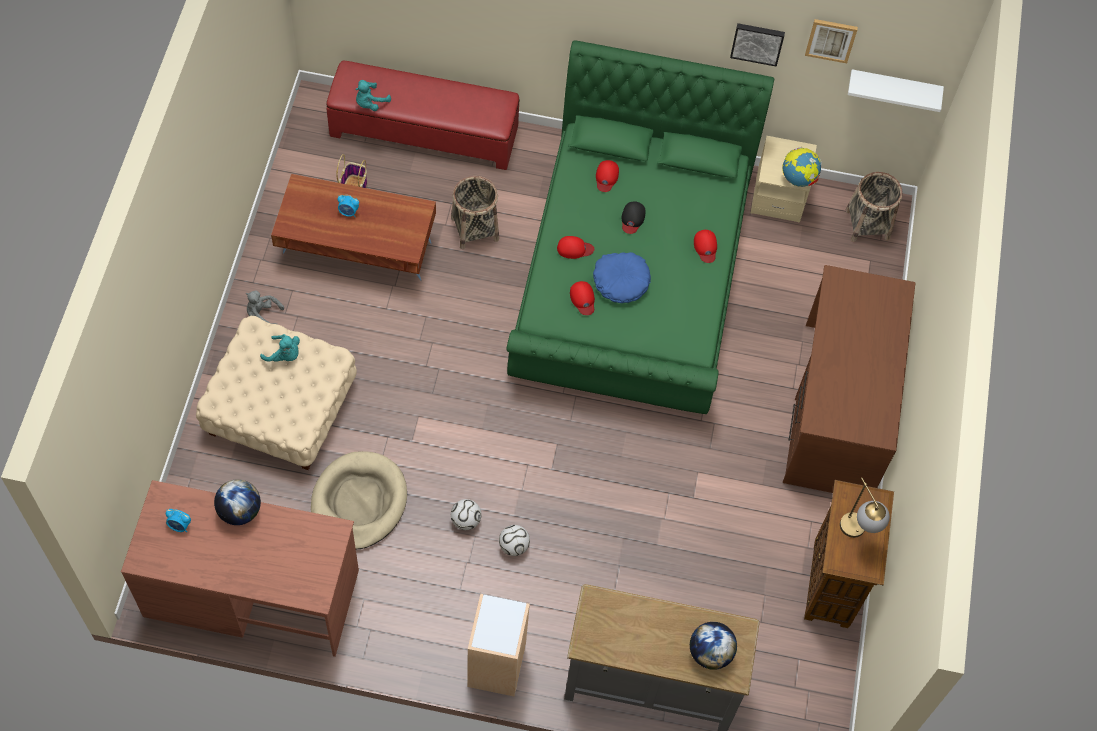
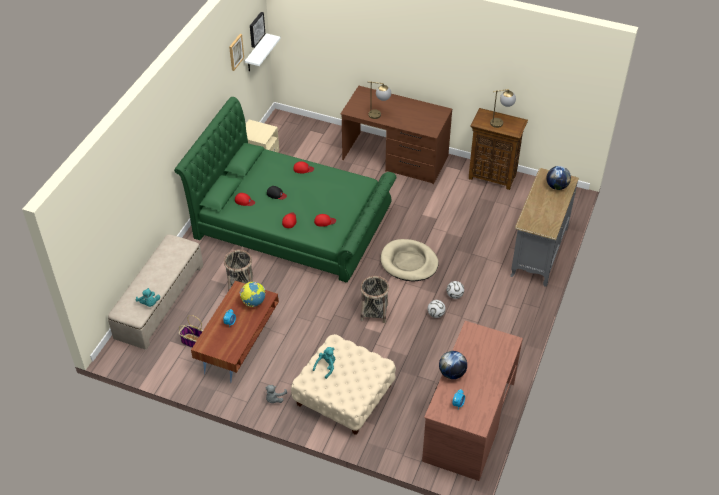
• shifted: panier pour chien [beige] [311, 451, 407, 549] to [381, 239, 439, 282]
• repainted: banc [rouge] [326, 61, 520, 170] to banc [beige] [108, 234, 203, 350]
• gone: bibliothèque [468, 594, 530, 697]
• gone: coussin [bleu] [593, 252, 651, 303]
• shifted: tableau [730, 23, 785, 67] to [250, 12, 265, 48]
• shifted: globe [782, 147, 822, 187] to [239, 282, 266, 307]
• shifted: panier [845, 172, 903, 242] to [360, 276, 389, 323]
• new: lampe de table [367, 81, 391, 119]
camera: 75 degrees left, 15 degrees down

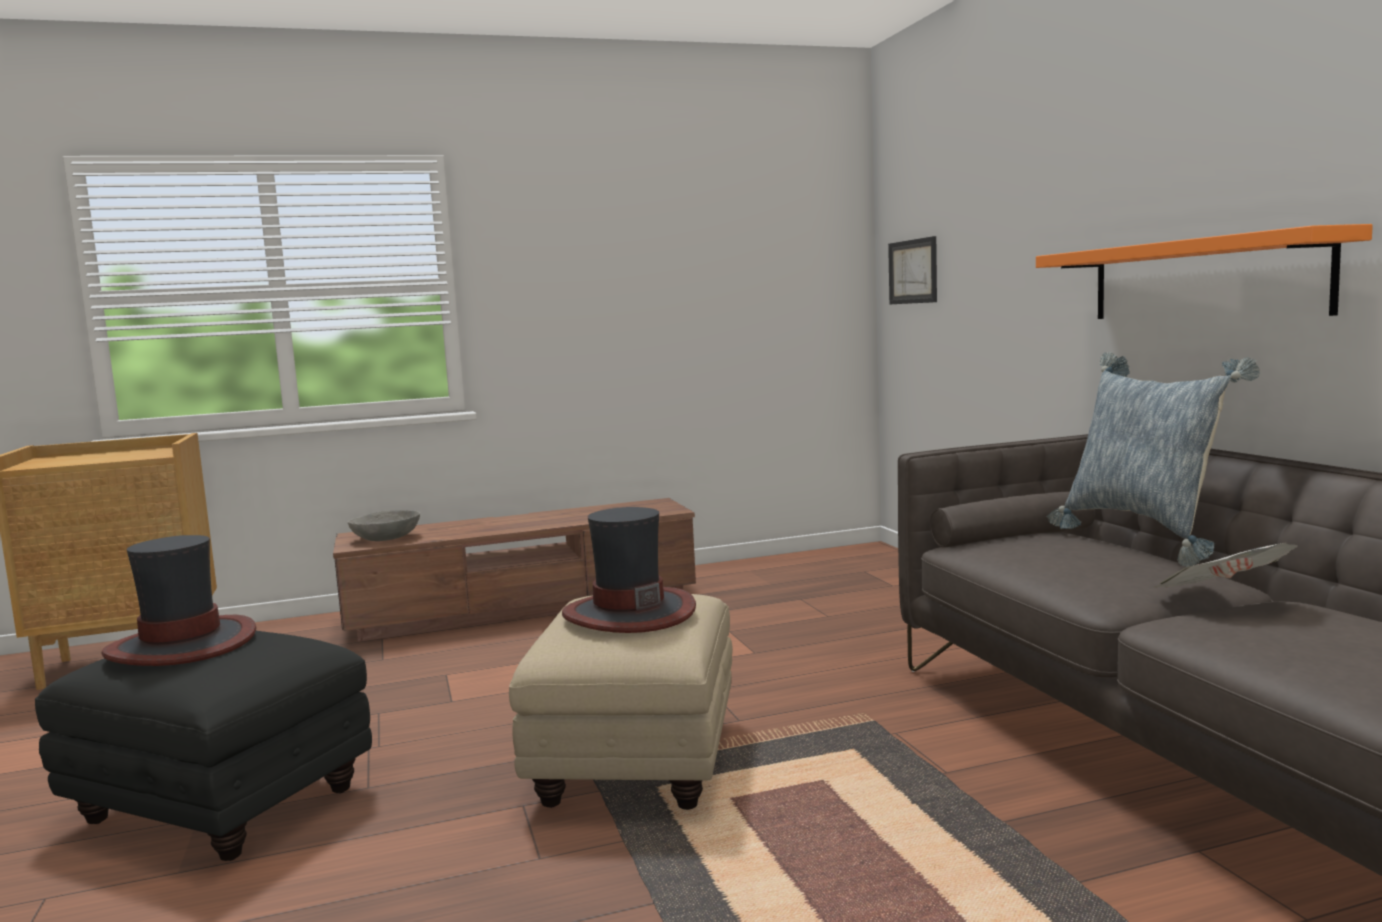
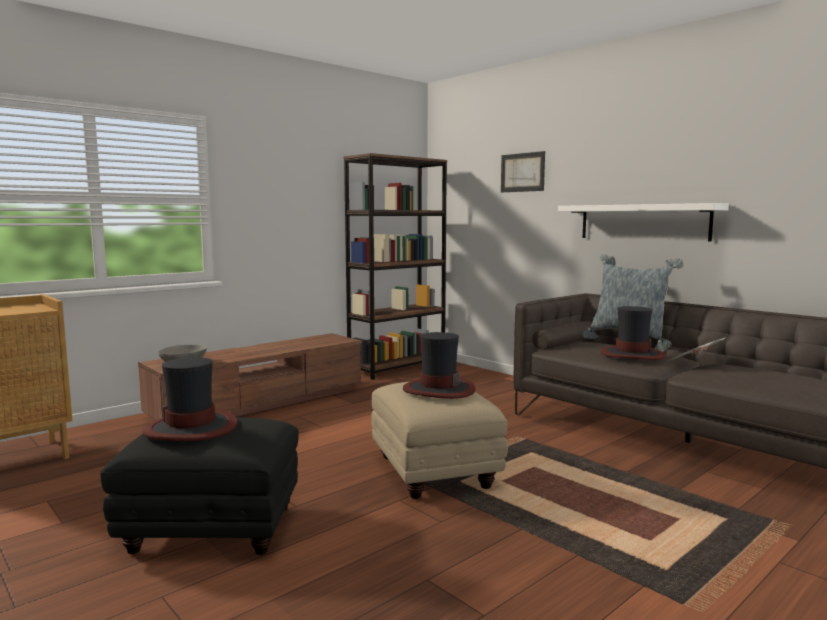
• shifted: tableau [888, 236, 937, 304] to [501, 151, 545, 192]
• repainted: étagère [orange] [1036, 224, 1373, 319] to étagère [blanc] [558, 203, 729, 242]
• new: bibliothèque [marron] [344, 153, 447, 380]
• new: chapeau [600, 306, 666, 360]
camera: 25 degrees left, 0 degrees up

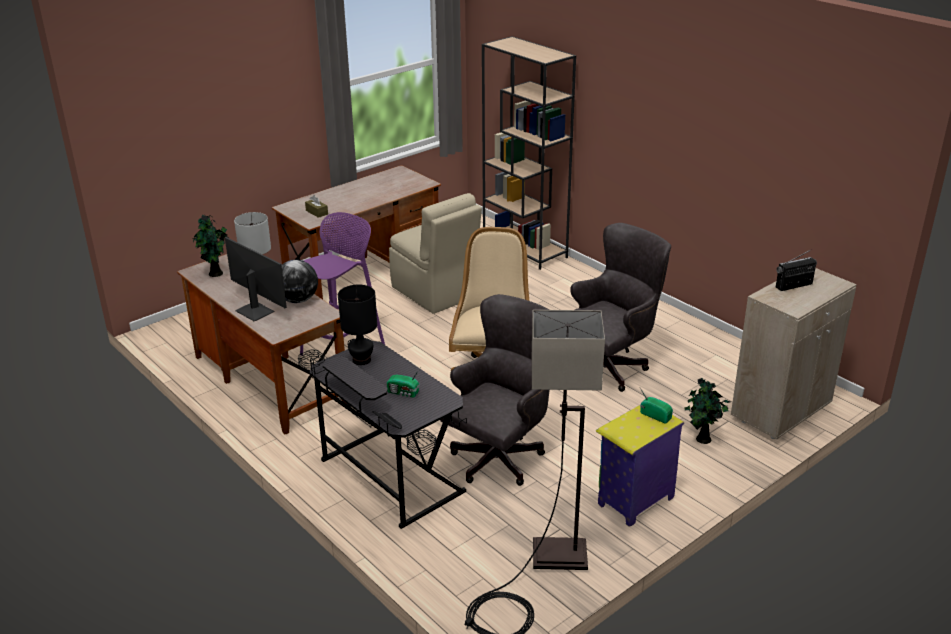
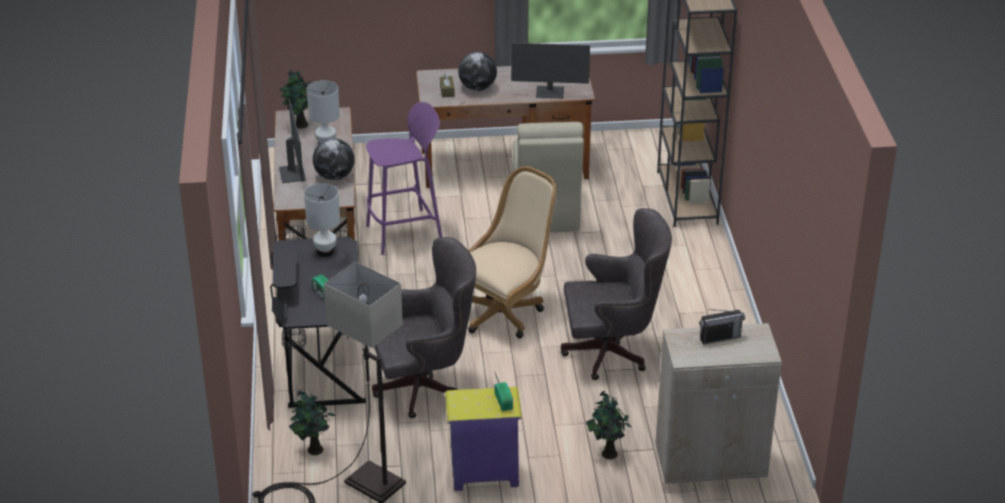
• repainted: lampe de table [noir] [338, 285, 377, 365] to lampe de table [blanc] [304, 183, 340, 257]
• rotated: radio [776, 249, 817, 291] = [699, 309, 745, 345] 150 degrees clockwise
• new: plante en pot [289, 390, 335, 455]
• new: globe [458, 52, 497, 91]
• new: écran d'ordinateur [511, 43, 590, 99]
camera: 35 degrees right, 5 degrees up

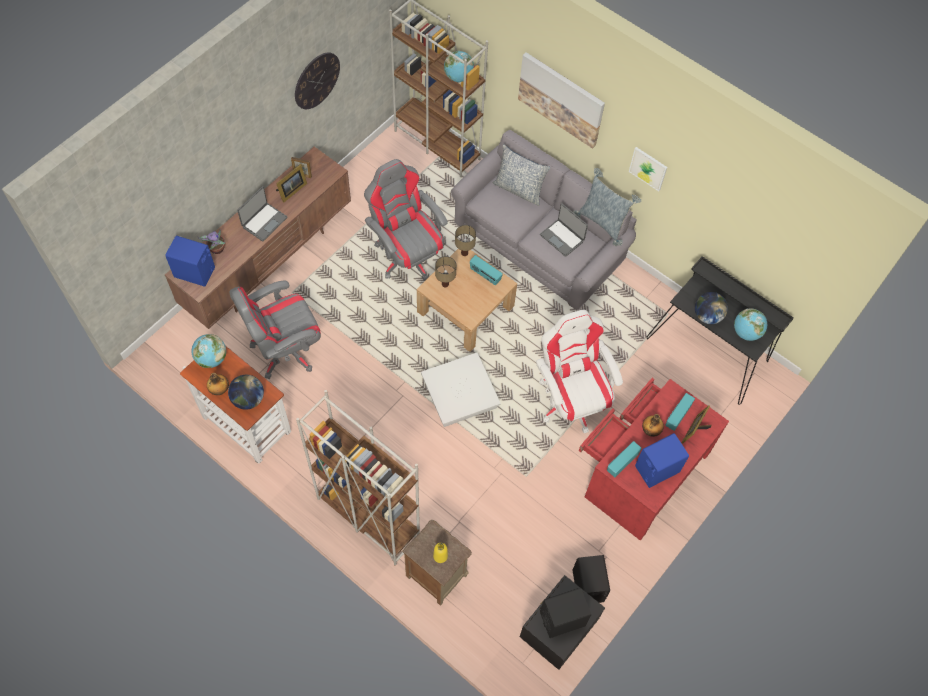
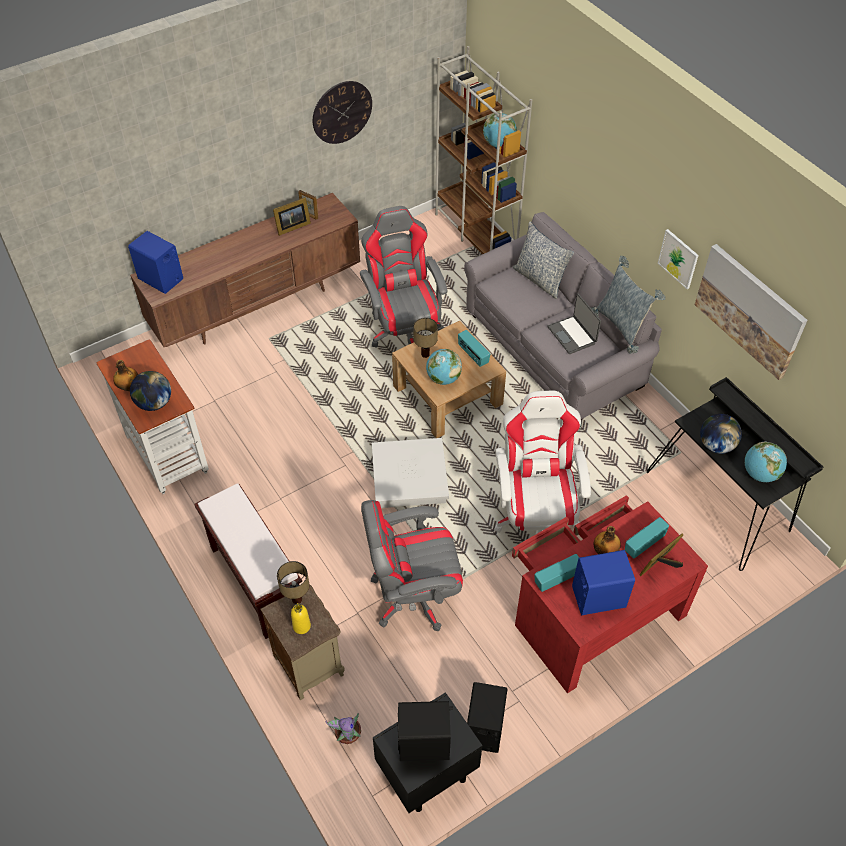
• shifted: globe [191, 334, 226, 368] to [426, 349, 462, 385]
• shifted: plante en pot [197, 230, 226, 254] to [326, 713, 361, 744]
• shifted: chaise de bureau [gris] [230, 281, 321, 379] to [361, 500, 463, 631]
• gone: ordinateur portable [237, 186, 287, 241]
• swapped: bibliothèque [marron] [296, 390, 420, 566] to banc [marron] [194, 484, 302, 639]
• shifted: lampe de table [455, 225, 476, 256] to [277, 561, 309, 604]
• shifted: tableau [518, 52, 605, 149] to [694, 244, 808, 380]
camera: 20 degrees right, 10 degrees down

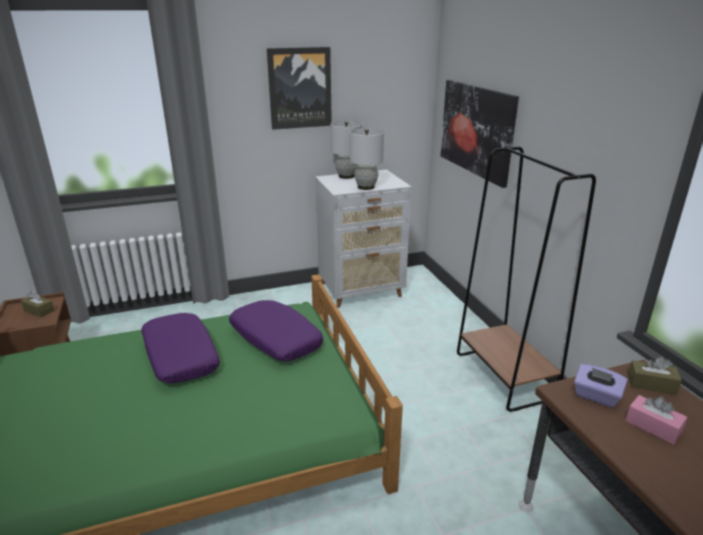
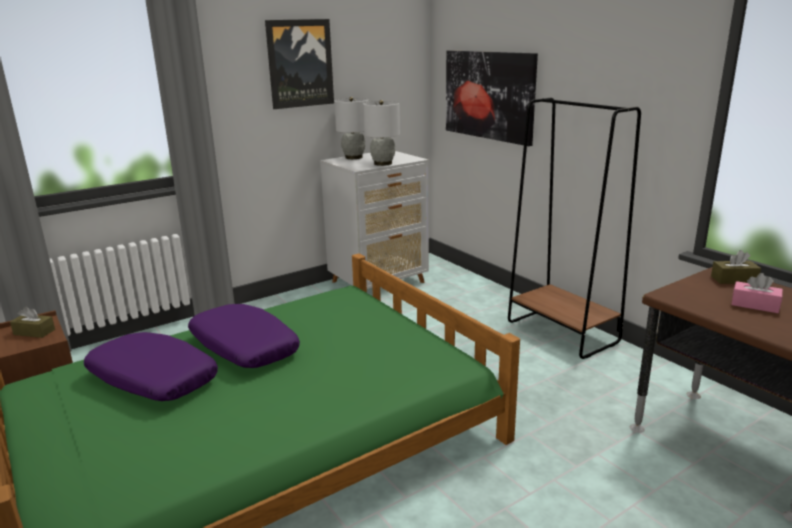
• shifted: coussin [violet] [229, 300, 323, 361] to [84, 332, 218, 401]
• gone: boîte à mouchoirs [violet] [574, 364, 628, 408]
camera: 15 degrees left, 5 degrees down

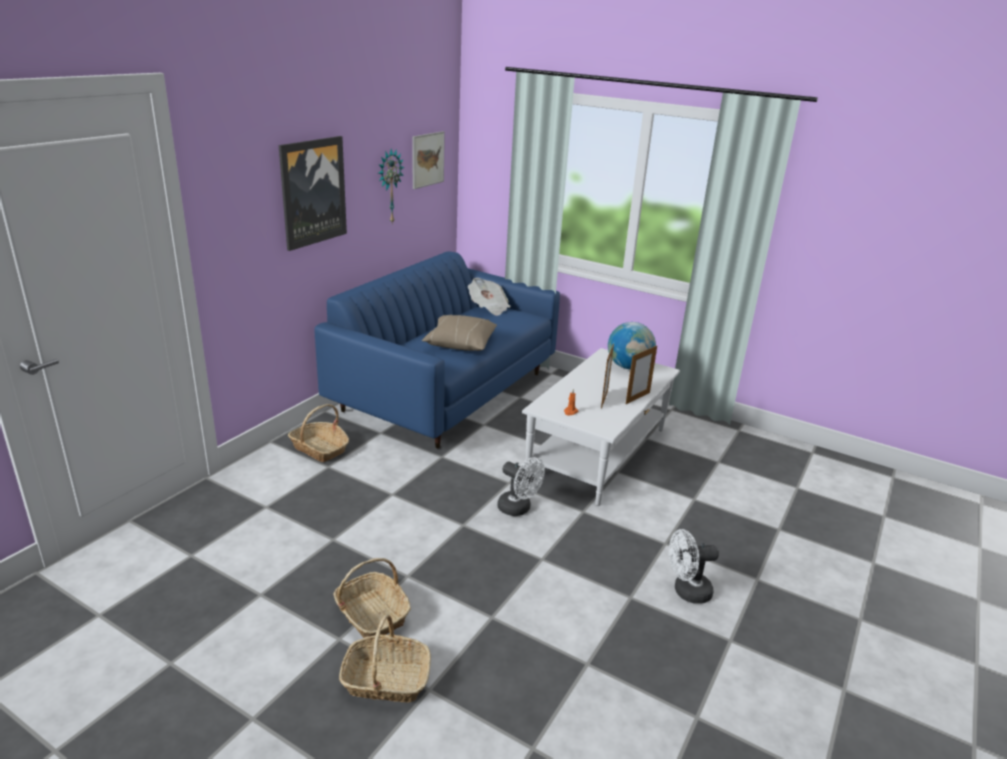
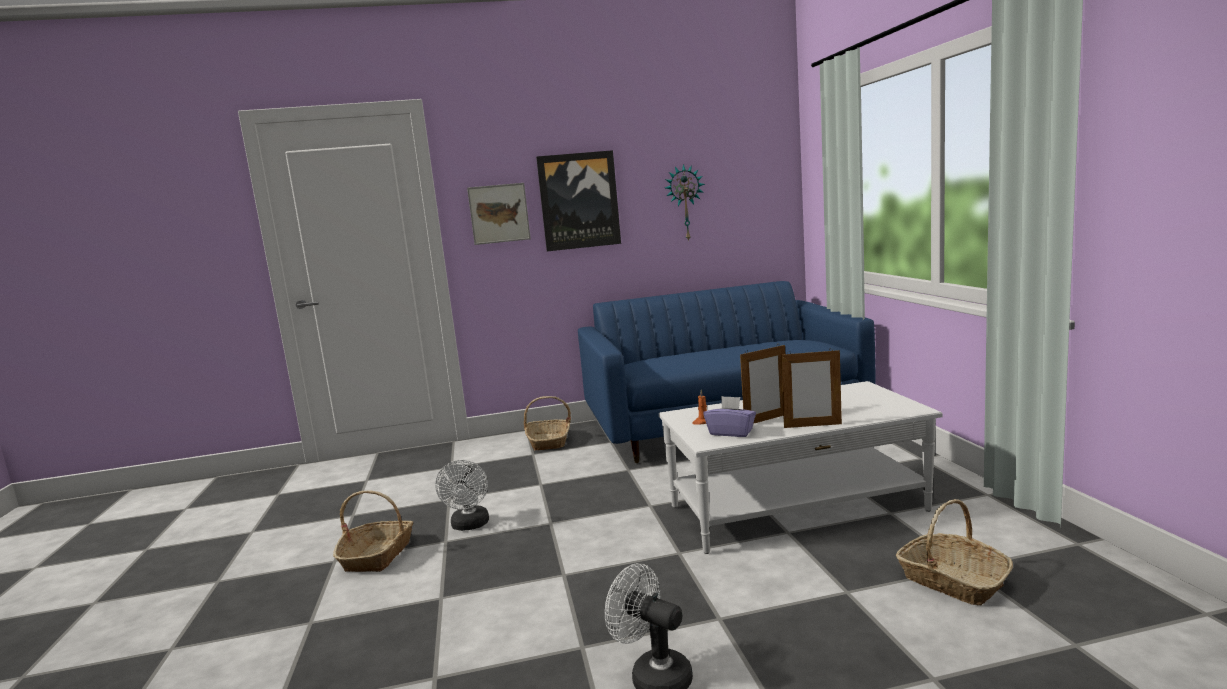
• shifted: panier [339, 615, 431, 703] to [896, 499, 1013, 605]
• shifted: tableau [412, 131, 445, 189] to [467, 183, 531, 245]
• gone: coussin [beige] [422, 315, 497, 351]
• gone: journal [468, 278, 511, 316]
• shifted: ventilateur [blanc] [497, 457, 545, 516] to [435, 460, 489, 531]
• gone: globe [608, 322, 656, 369]
• new: boîte à mouchoirs [violet] [703, 396, 756, 437]
camera: 50 degrees right, 15 degrees down

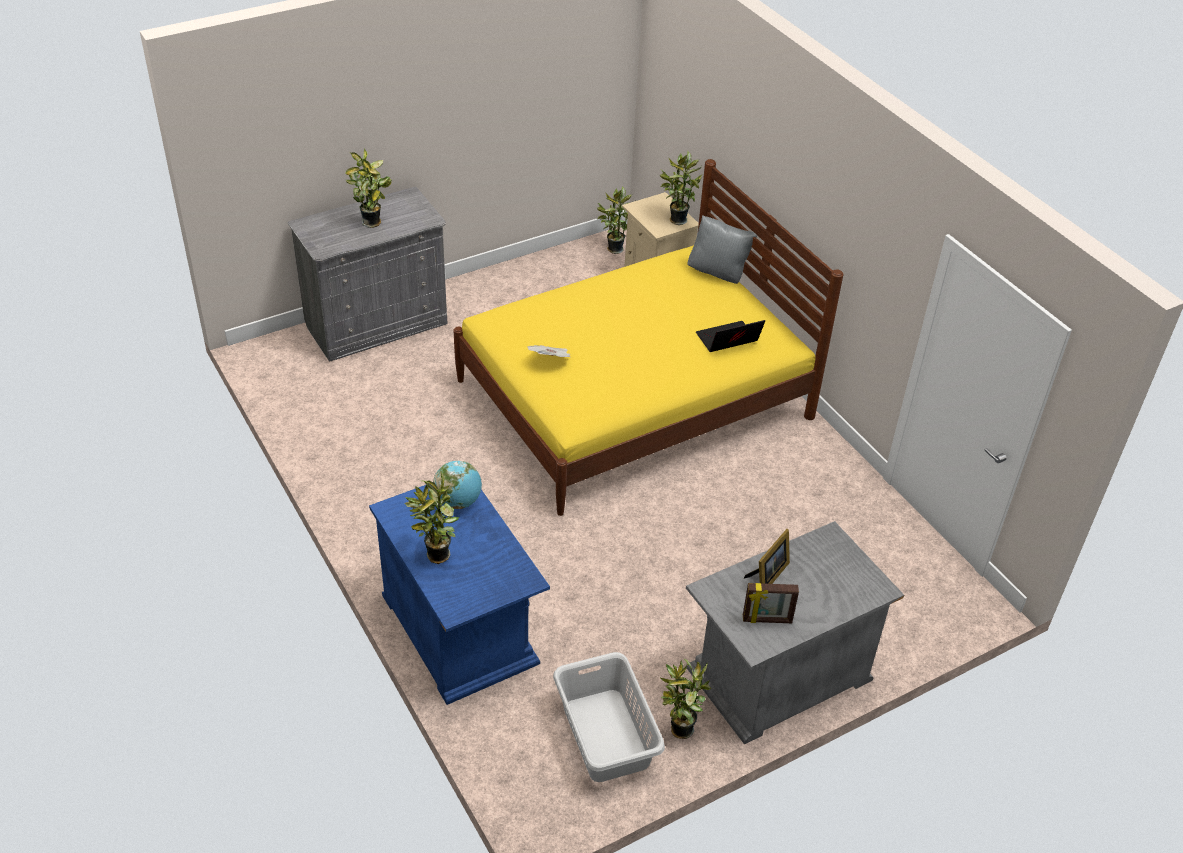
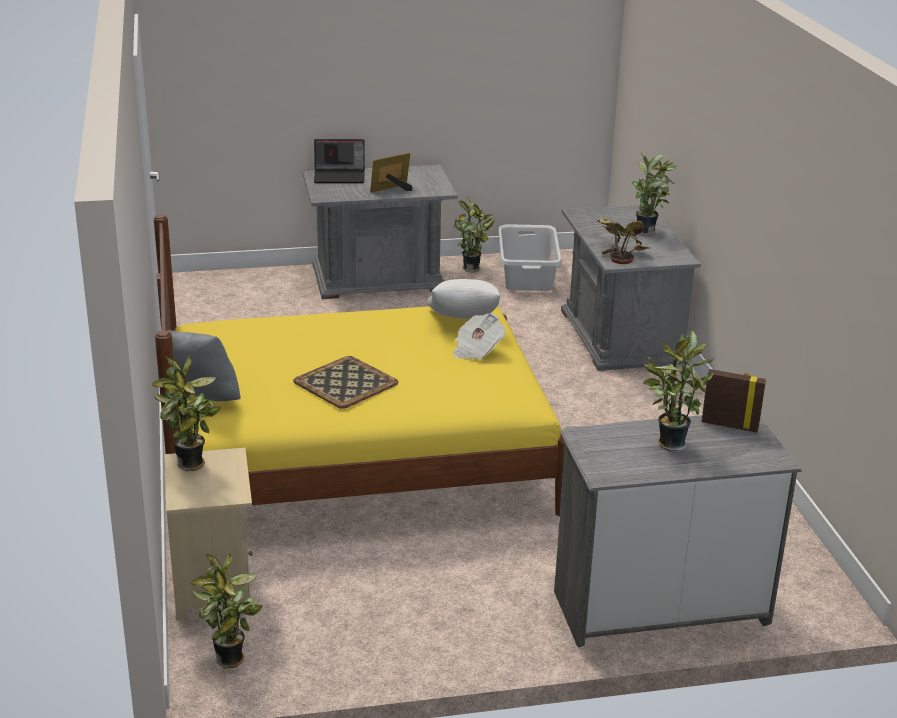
• repainted: meuble de rangement [bleu] [369, 484, 550, 705] to meuble de rangement [gris] [561, 205, 701, 371]
• swapped: globe [433, 461, 482, 509] to plante en pot [597, 217, 651, 264]
• shifted: ordinateur portable [696, 320, 765, 352] to [314, 139, 365, 183]
• shifted: cadre photo [743, 583, 799, 623] to [701, 369, 766, 433]
• new: plateau [293, 356, 398, 409]
• new: coussin [blanc] [427, 279, 500, 319]
camera: 160 degrees left, 15 degrees down

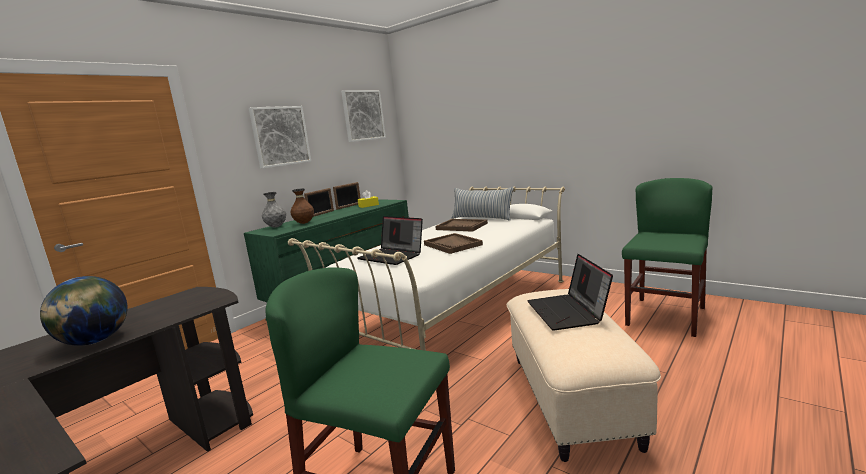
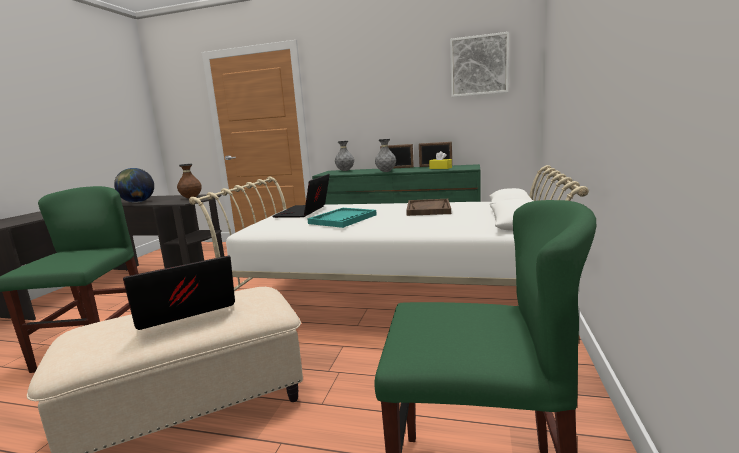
• gone: tableau [249, 106, 311, 169]
• shifted: vase [marron] [290, 188, 314, 224] to [177, 164, 202, 198]
• repainted: plateau [marron] [424, 233, 483, 254] to plateau [turquoise] [307, 208, 377, 228]
• gone: coussin [452, 187, 514, 221]
• new: vase [gris] [375, 139, 396, 172]
camera: 65 degrees right, 0 degrees up

